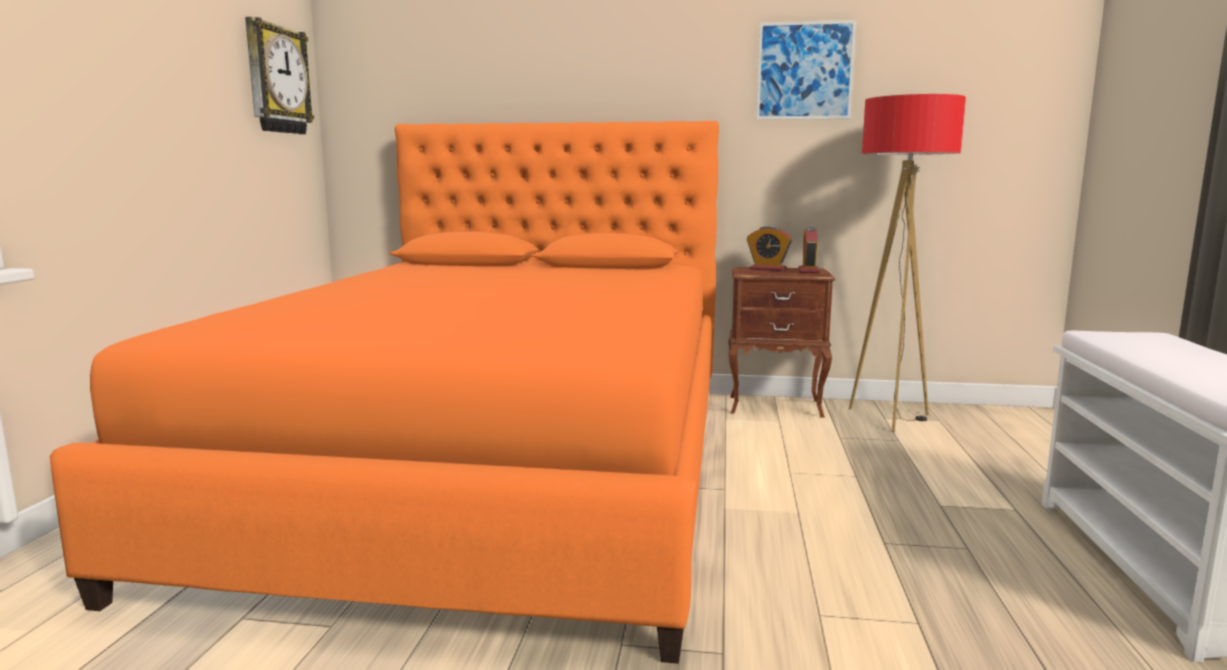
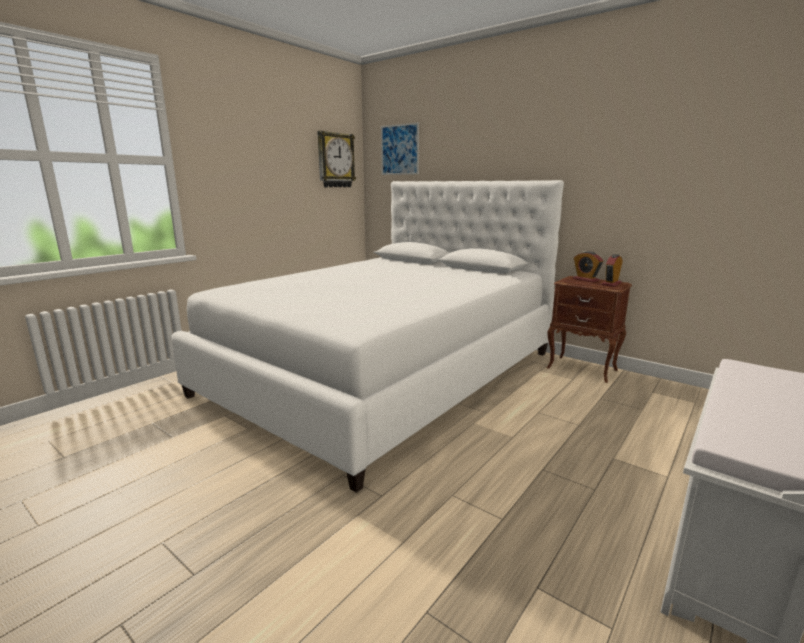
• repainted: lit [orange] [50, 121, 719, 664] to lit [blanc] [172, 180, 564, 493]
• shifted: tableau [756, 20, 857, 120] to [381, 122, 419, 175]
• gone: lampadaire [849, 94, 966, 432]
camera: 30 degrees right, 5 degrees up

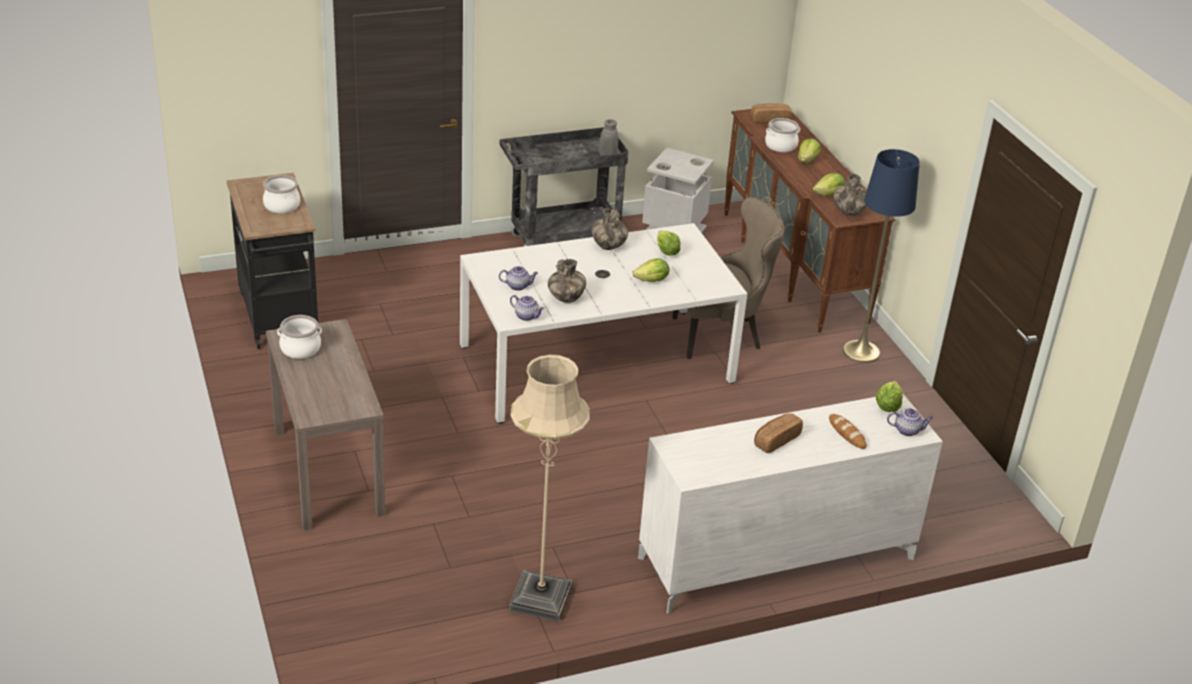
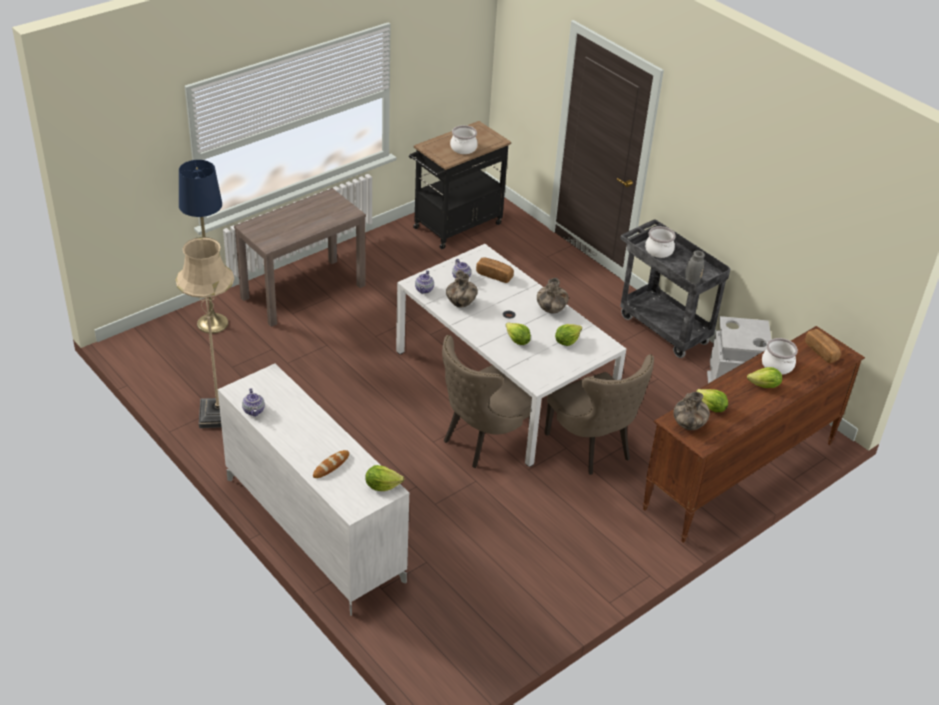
• shifted: marmite [277, 315, 322, 359] to [645, 226, 676, 258]
• shifted: pain [754, 413, 803, 453] to [476, 257, 514, 283]
• shifted: lampadaire [bleu] [843, 149, 920, 363] to [179, 160, 228, 334]
• shifted: théière [887, 408, 933, 436] to [242, 388, 265, 417]
• new: chaise [beige] [442, 335, 532, 468]
camera: 70 degrees right, 5 degrees up

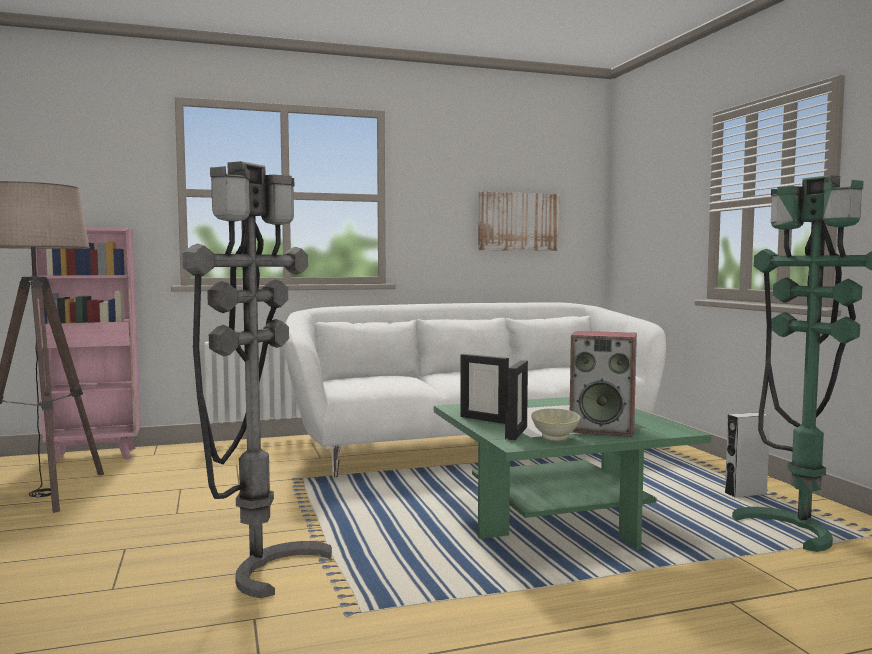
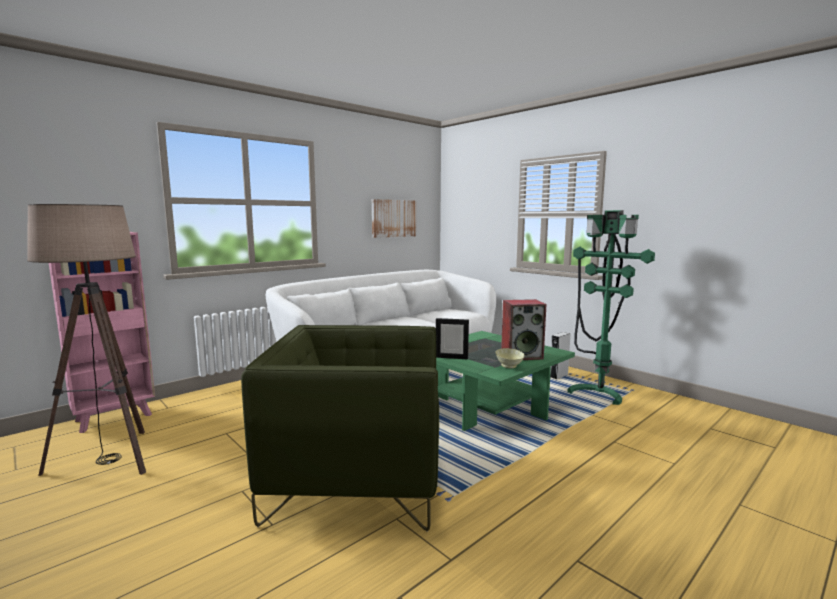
• swapped: lampadaire [gris] [182, 161, 332, 599] to fauteuil [vert] [241, 325, 439, 532]
• gone: cadre photo [505, 360, 528, 440]
camera: 25 degrees left, 5 degrees up

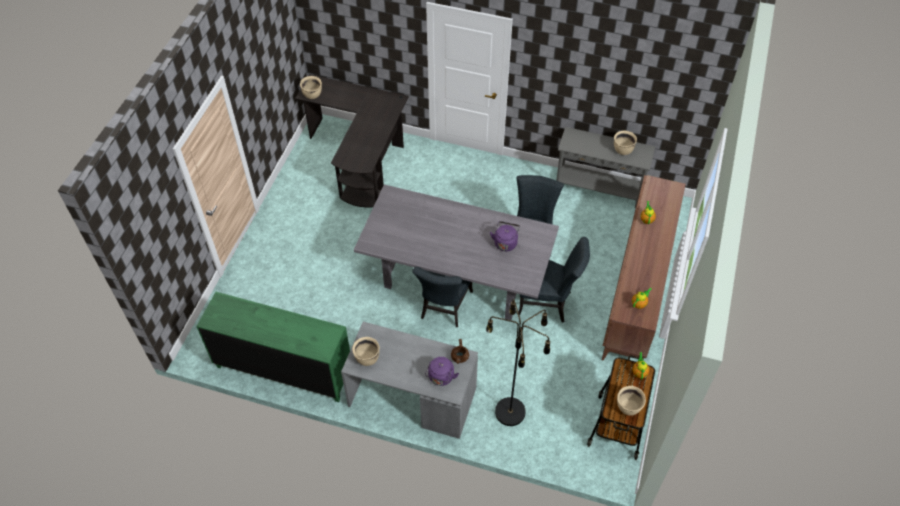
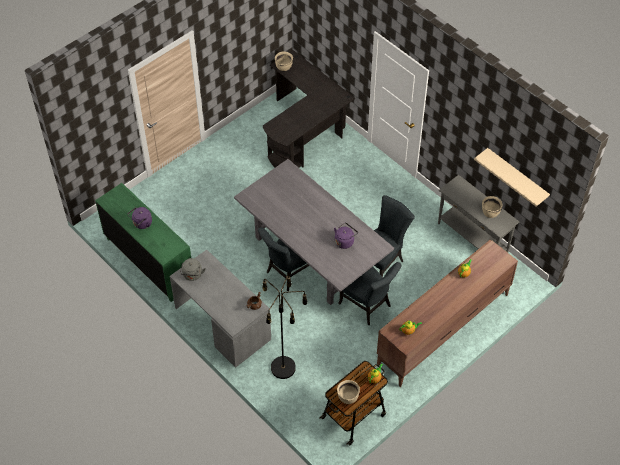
• swapped: marmite [beige] [352, 337, 380, 366] to bouilloire [gris] [180, 258, 206, 281]
• shifted: bouilloire [violet] [425, 357, 459, 386] to [128, 207, 152, 229]
• new: étagère [beige] [474, 148, 550, 207]
camera: 30 degrees right, 0 degrees up

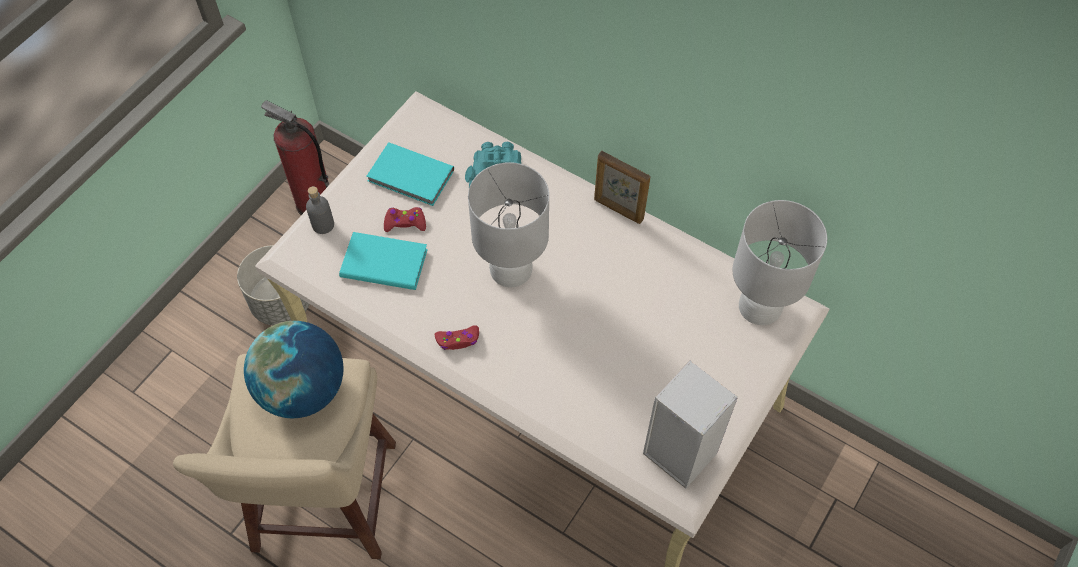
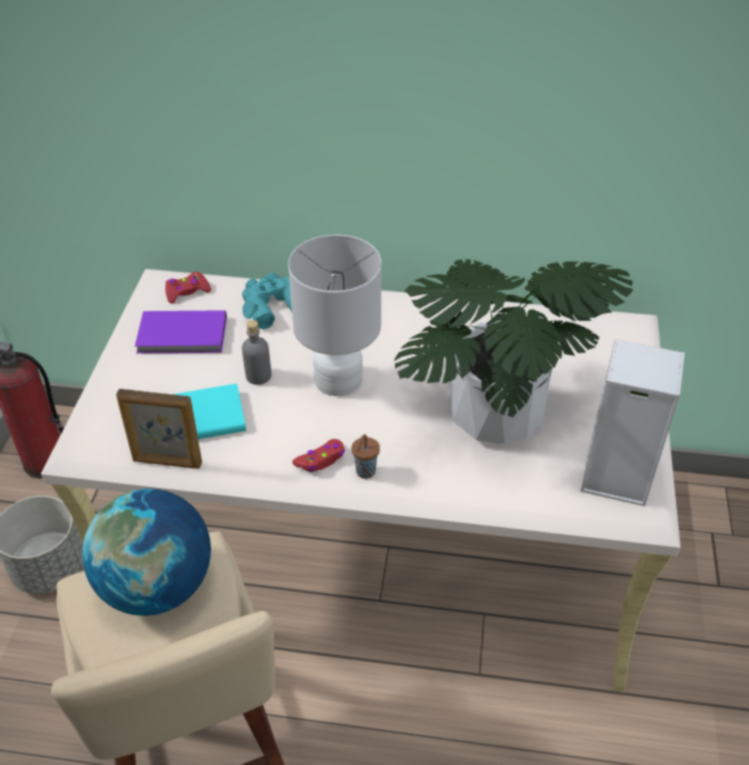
• shifted: bouteille [gris] [306, 186, 334, 234] to [242, 320, 272, 385]
• repainted: livre [turquoise] [367, 142, 454, 206] to livre [violet] [135, 310, 227, 354]
• shifted: manette [rouge] [384, 207, 426, 232] to [165, 272, 211, 304]
• shifted: cadre photo [594, 151, 651, 224] to [116, 389, 202, 469]
• gone: lampe de table [gris] [732, 200, 827, 325]
• new: tasse [marron] [352, 434, 380, 479]
• new: plante en pot [394, 259, 633, 444]
camera: 25 degrees left, 15 degrees down

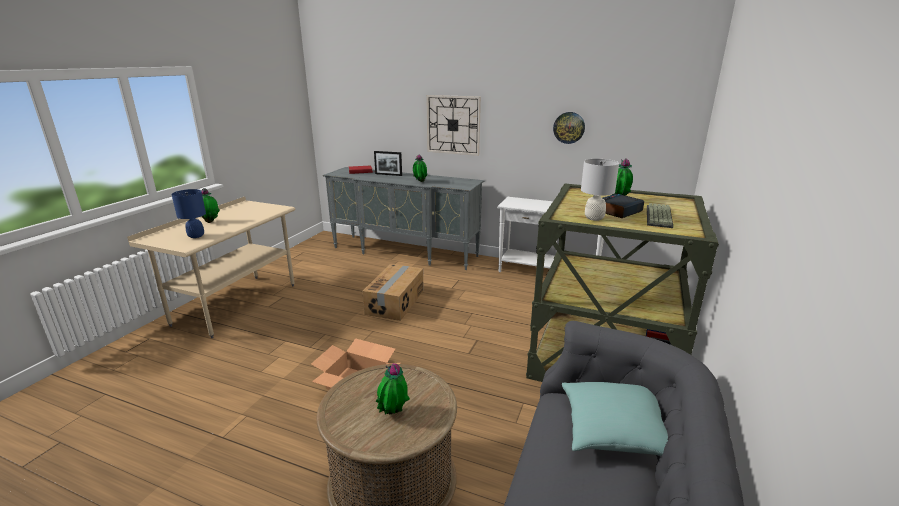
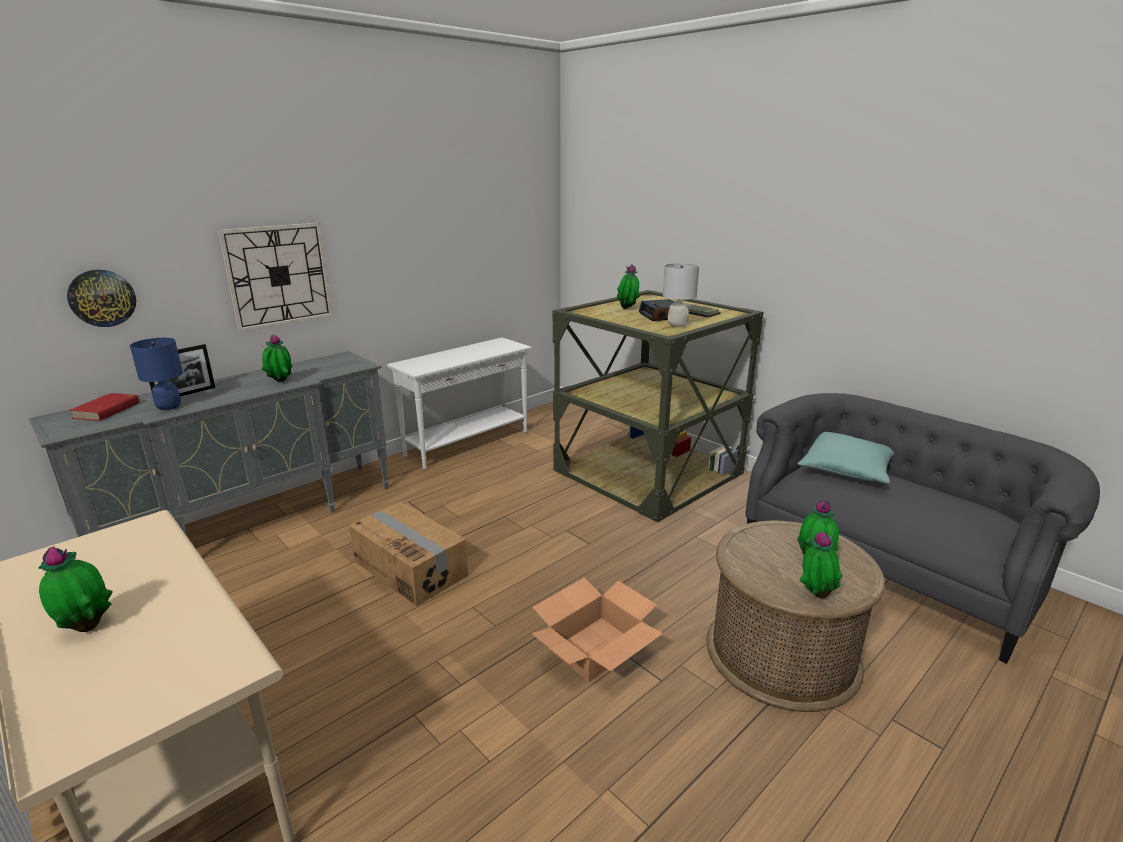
• shifted: lampe de table [bleu] [172, 189, 206, 238] to [130, 338, 183, 410]
• shifted: horloge murale [553, 112, 585, 144] to [67, 270, 136, 327]
• new: plante en pot [799, 532, 843, 599]
camera: 65 degrees left, 0 degrees up

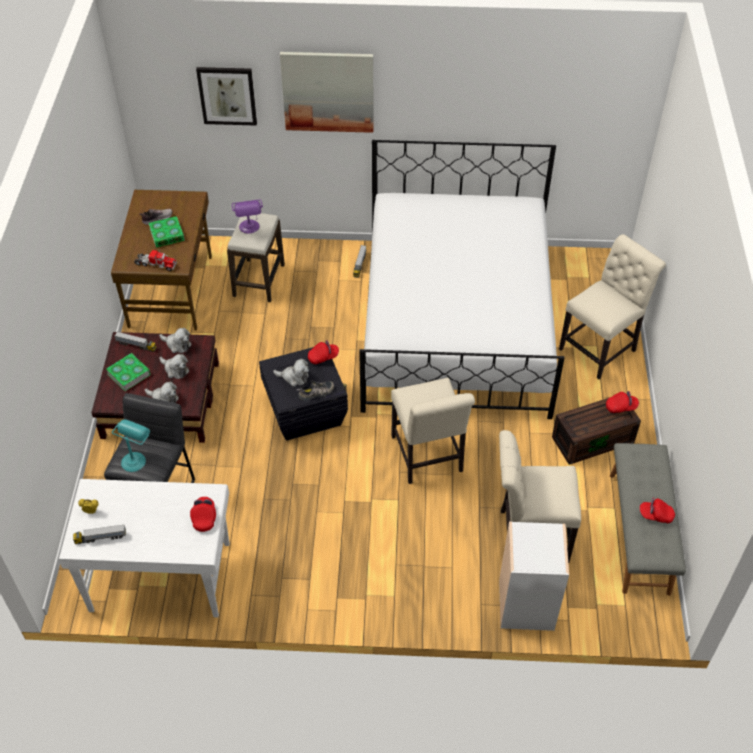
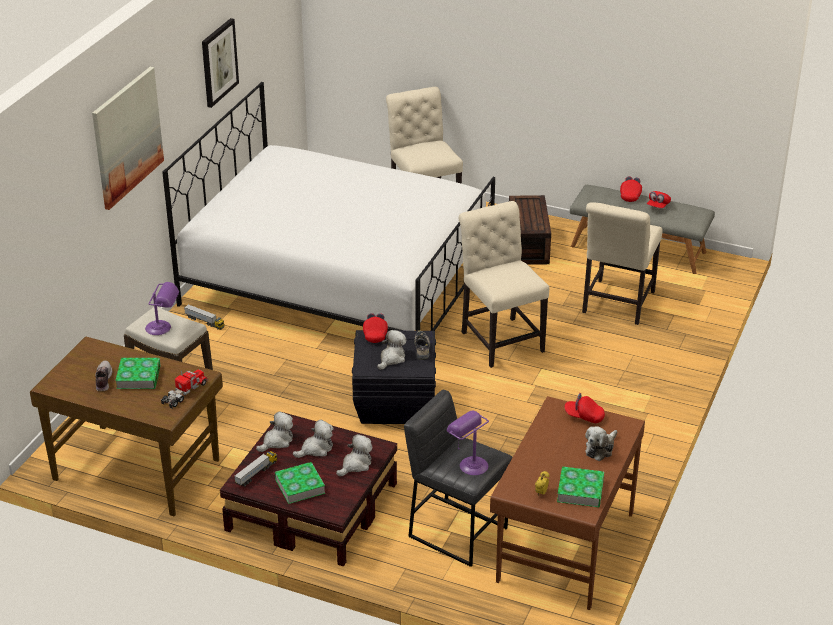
• repainted: bureau [blanc] [59, 479, 230, 617] to bureau [marron] [490, 396, 645, 610]
• swapped: camion jouet [73, 524, 126, 544] to livre [557, 466, 604, 507]
• repainted: lampe de table [turquoise] [112, 419, 150, 472] to lampe de table [violet] [447, 411, 489, 475]
• shifted: tableau [196, 67, 257, 126] to [202, 18, 239, 108]
• rotated: chaise [beige] [391, 378, 475, 484] = [459, 201, 549, 368] 120 degrees counterclockwise
• gone: bibliothèque [499, 522, 569, 631]
• shifted: casquette [rouge] [606, 391, 639, 413] to [620, 176, 642, 202]
• new: peluche [585, 426, 617, 461]
camera: 70 degrees left, 15 degrees down

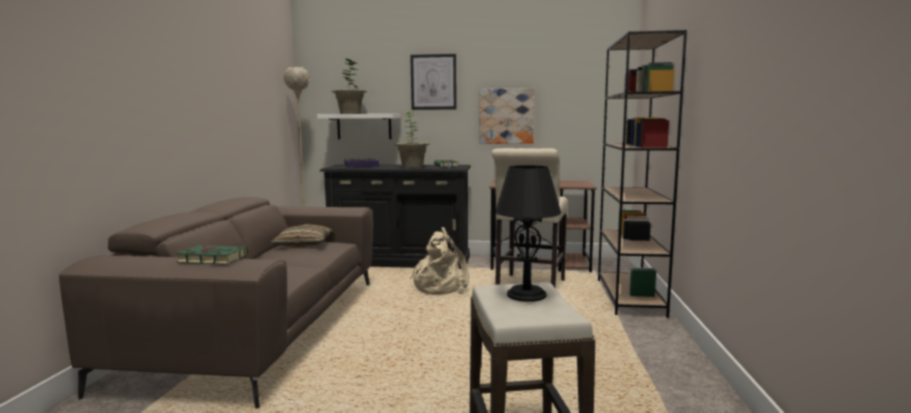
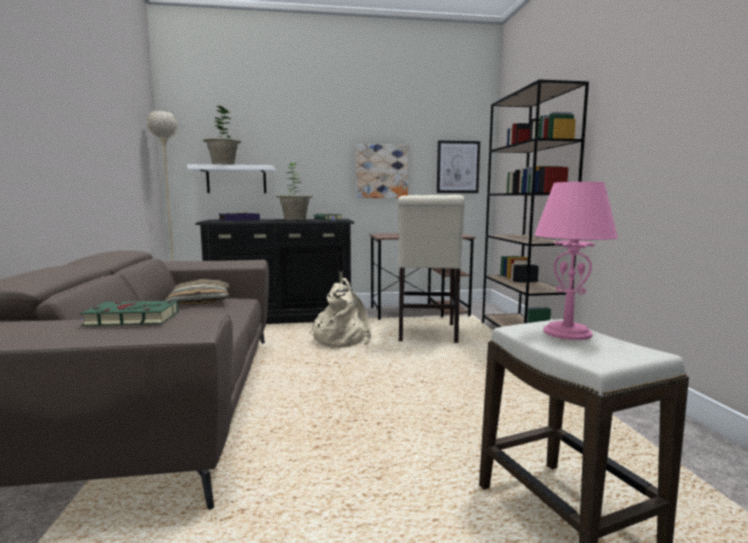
• shifted: tableau [410, 54, 457, 110] to [437, 140, 480, 193]
• repainted: lampe de table [noir] [495, 165, 561, 302] to lampe de table [rose] [534, 182, 618, 340]
camera: 15 degrees left, 0 degrees up

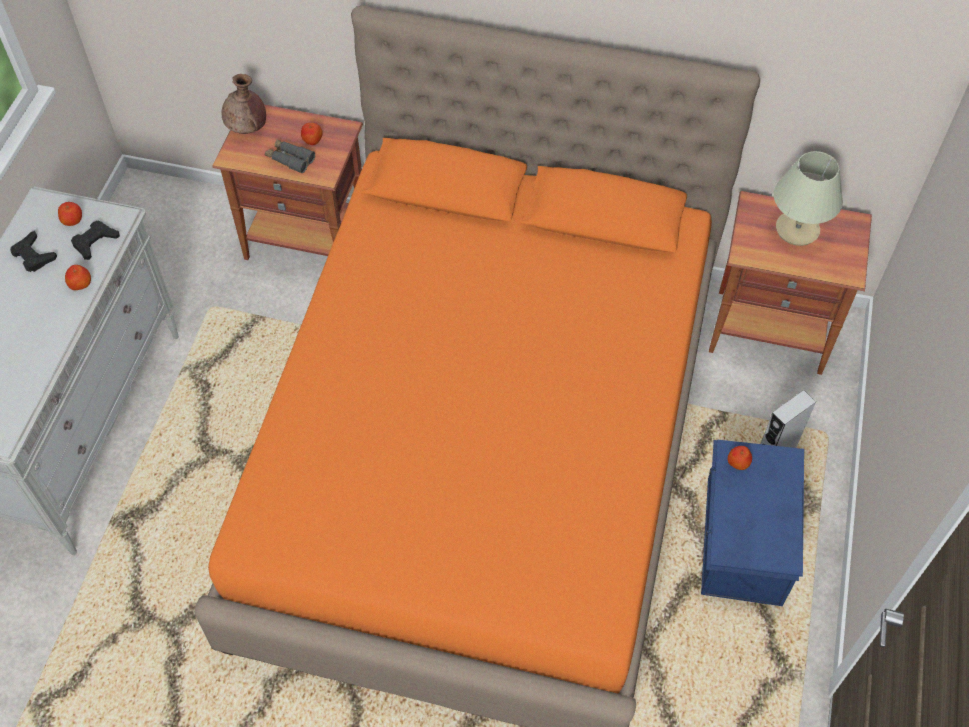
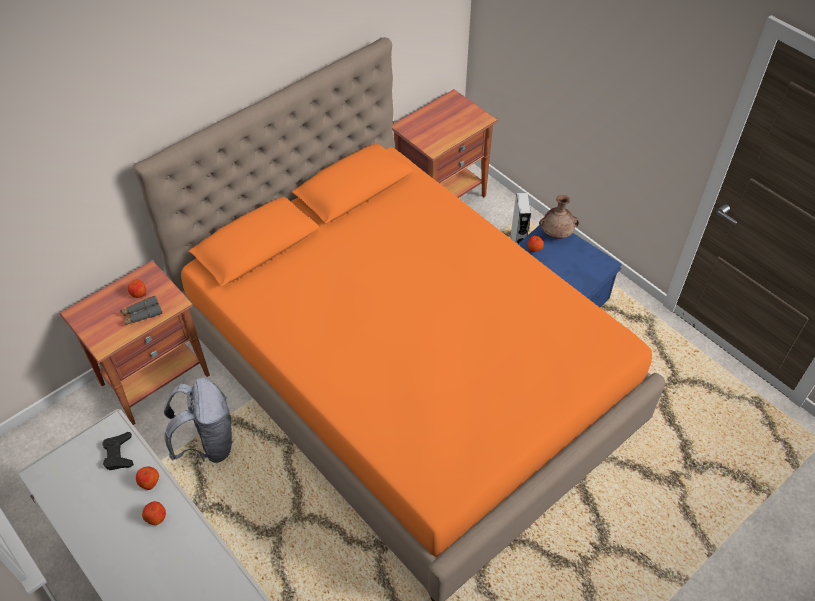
• gone: manette [noir] [10, 231, 57, 272]
• shifted: pomme [58, 202, 82, 226] to [142, 501, 166, 525]
• shifted: vase [marron] [221, 74, 266, 134] to [539, 195, 579, 239]
• gone: lampe de table [beige] [774, 151, 843, 246]
• new: sac à dos [gris] [164, 378, 234, 463]
camera: 55 degrees left, 5 degrees down

